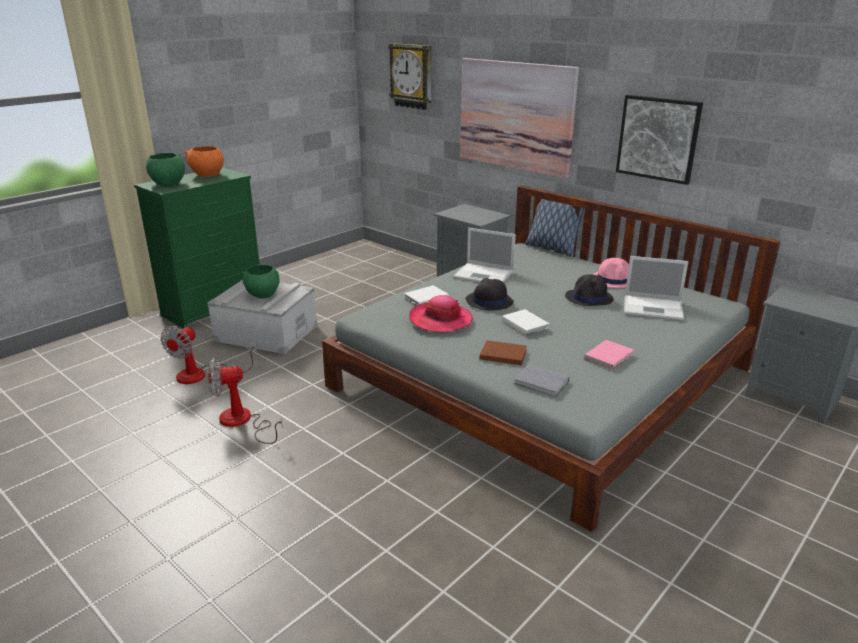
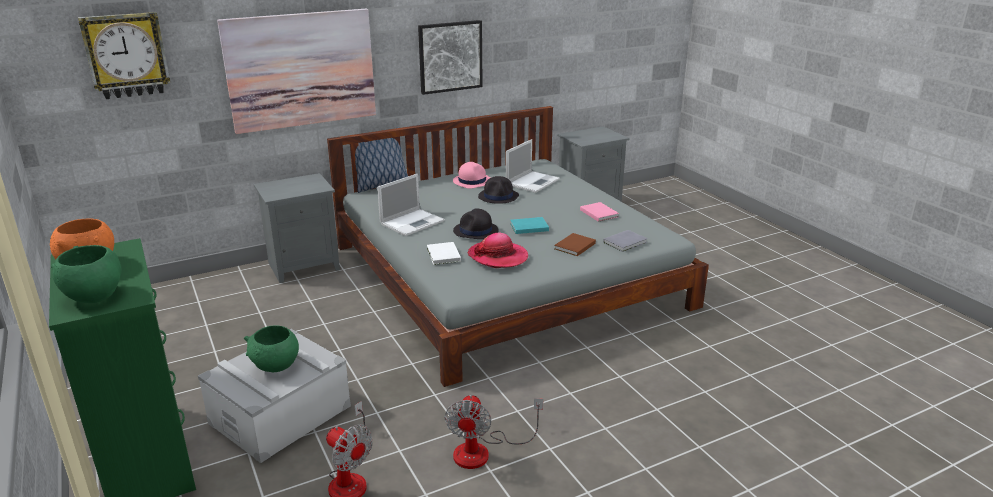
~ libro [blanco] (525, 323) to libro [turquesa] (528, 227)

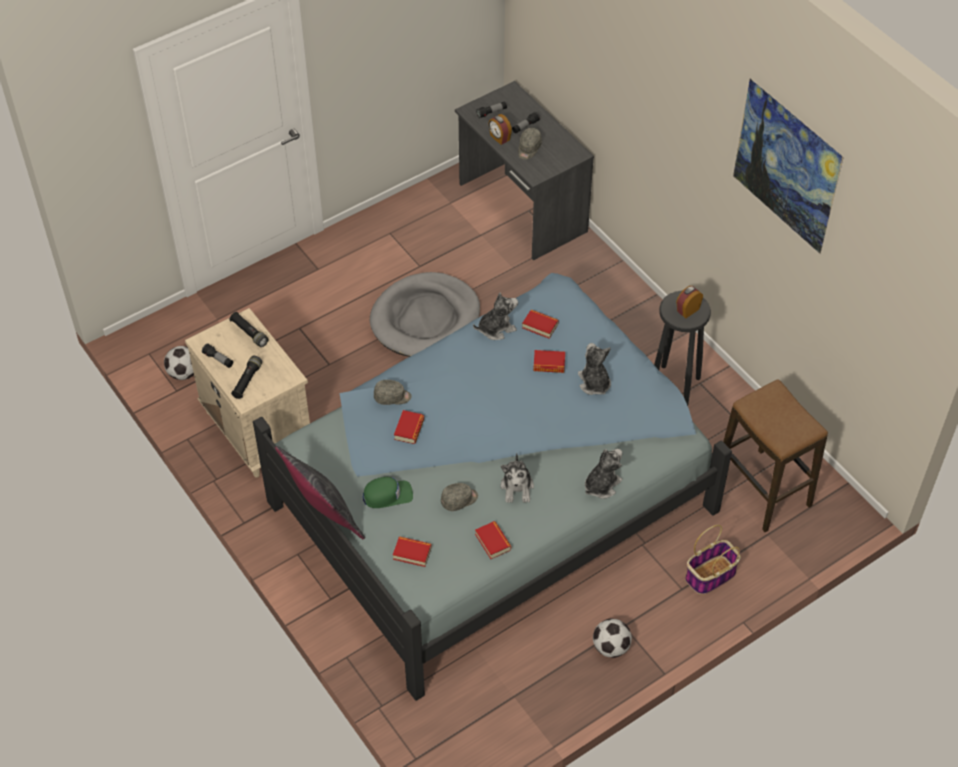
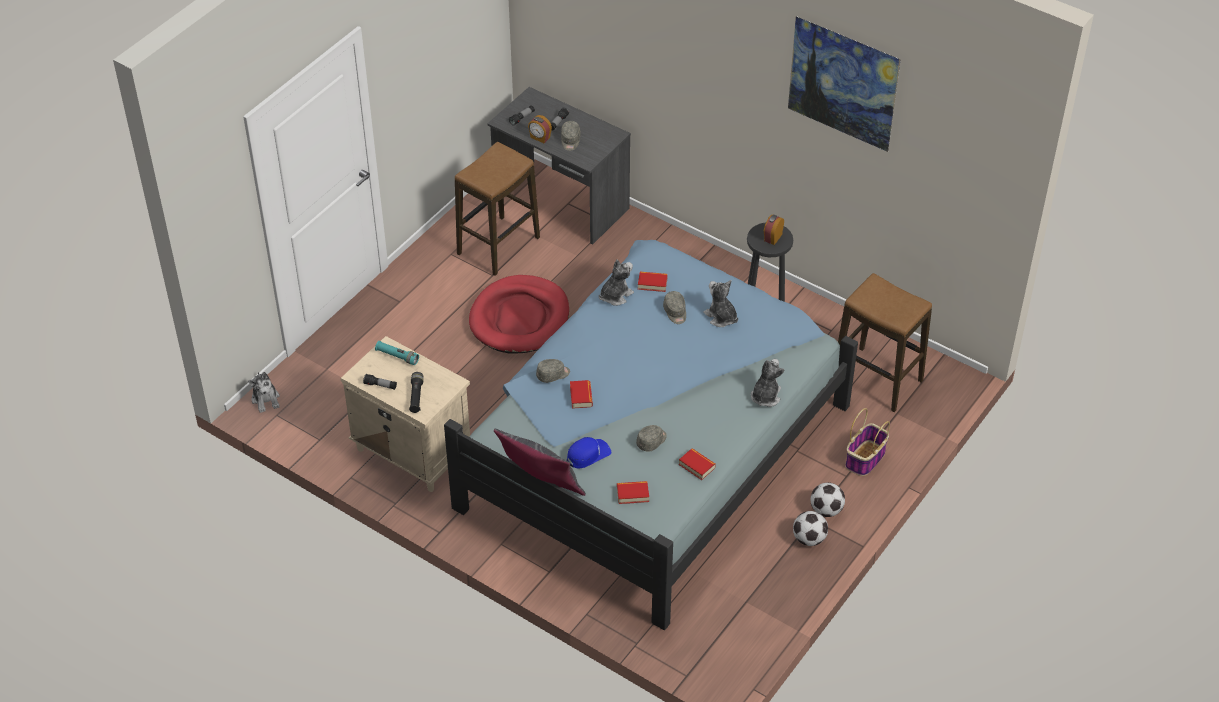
+ taburete (498, 246)
~ balón de fútbol (183, 373) to (826, 510)
~ peluche (517, 487) to (266, 399)
~ libro (549, 364) to gorra [gris] (675, 312)
~ linterna [negro] (249, 333) to linterna [turquesa] (397, 356)
~ gorra [verde] (388, 495) to gorra [azul] (588, 454)
~ cama para perro [gris] (425, 319) to cama para perro [rojo] (520, 318)

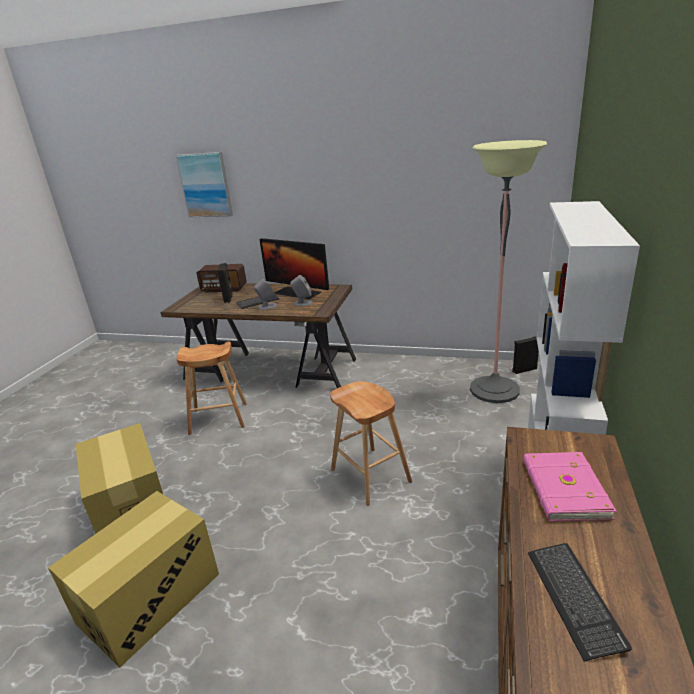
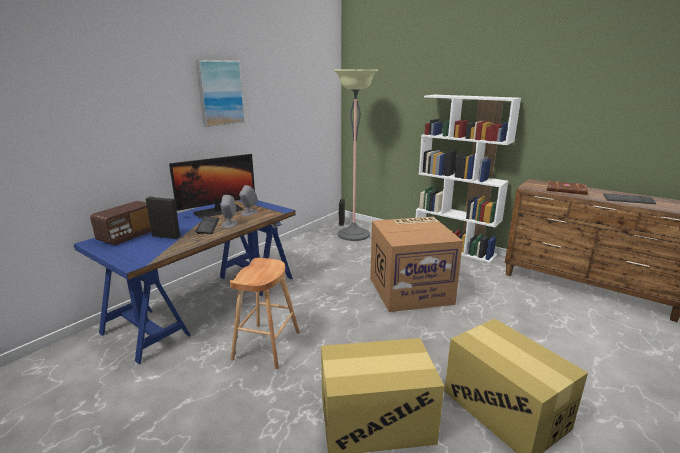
~ cuadro (205, 185) to (220, 93)
~ taburete [marrón] (370, 475) to caja de cartón (411, 290)
~ escritorio [marrón] (271, 368) to escritorio [azul] (206, 302)
~ libro [rosa] (563, 489) to libro [marrón] (566, 190)

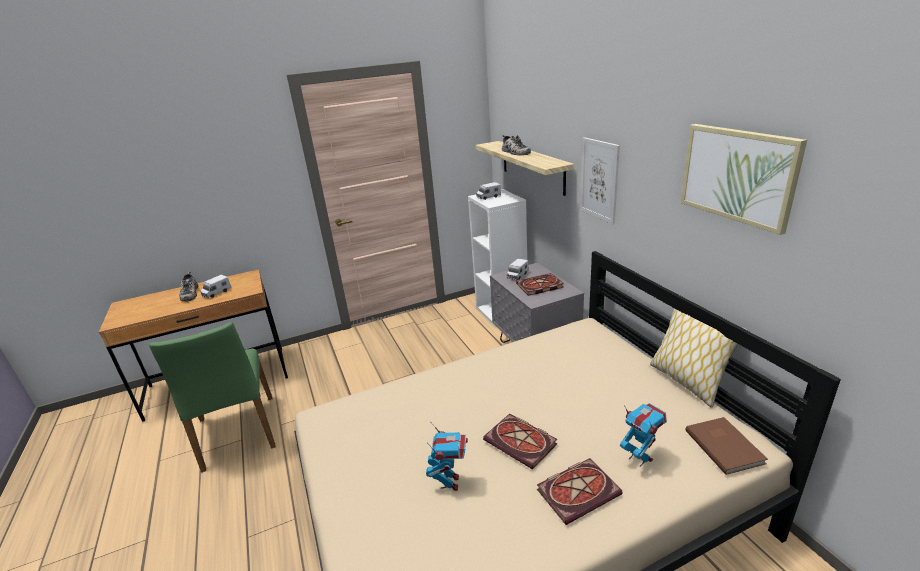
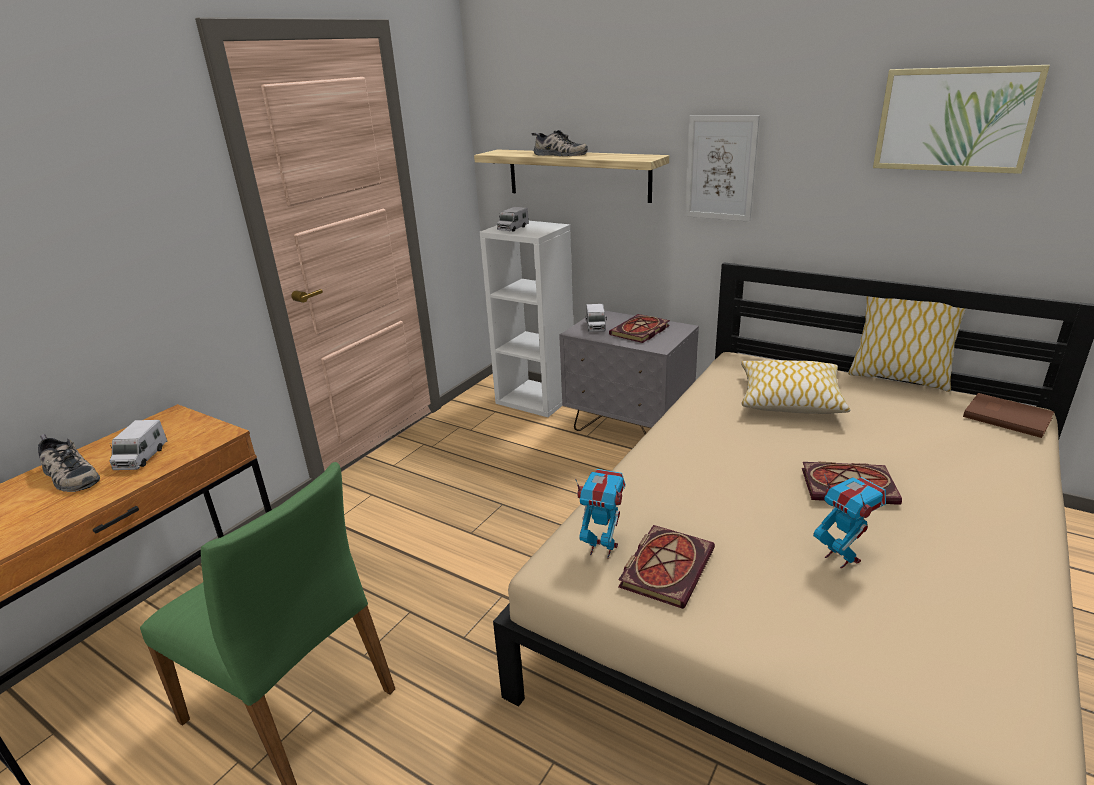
+ cojín (789, 399)
~ libro (579, 490) to (666, 566)
~ robot de juguete (639, 458) to (602, 548)

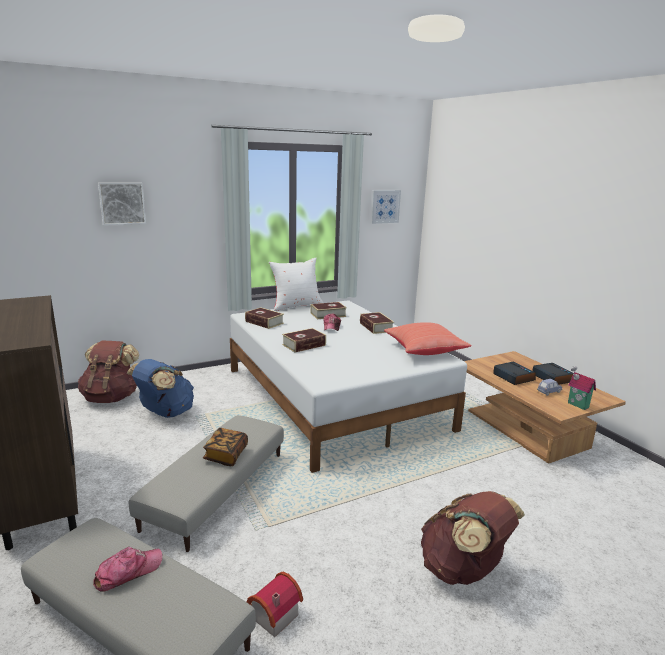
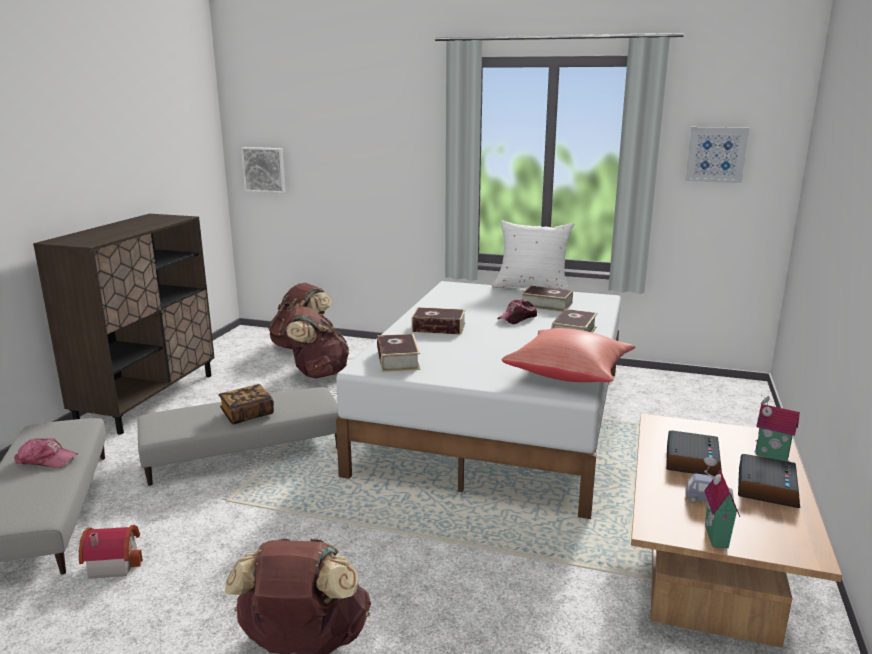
+ casita (771, 456)
~ cuadro (122, 203) to (264, 169)
~ libro (264, 322) to (398, 360)
~ mochila [azul] (165, 413) to mochila [marrón] (317, 373)

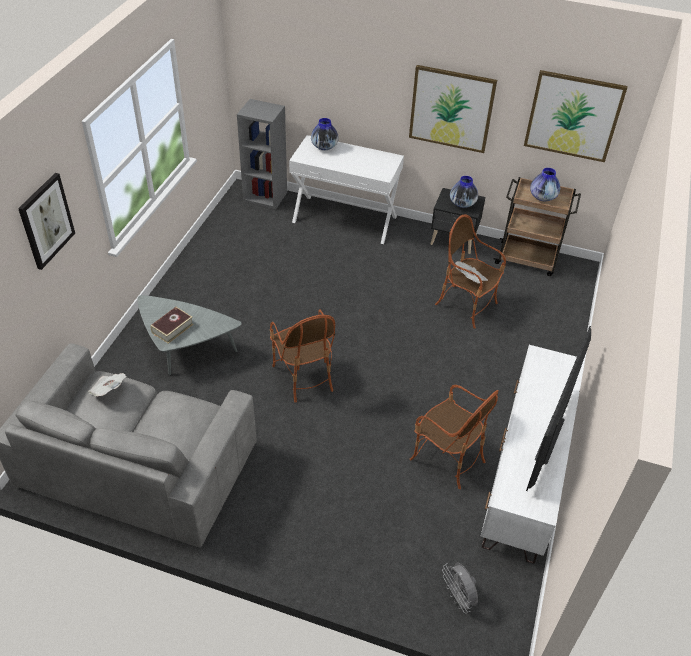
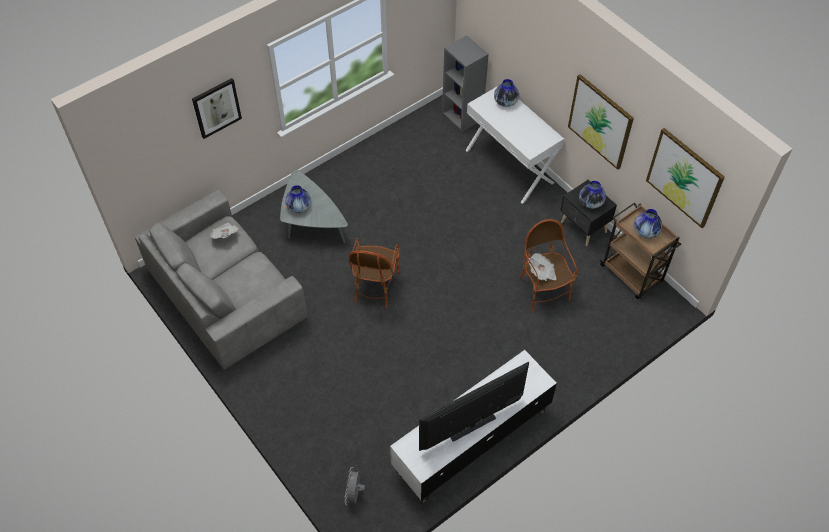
- sillón (447, 458)
~ libro (172, 328) to florero (299, 207)

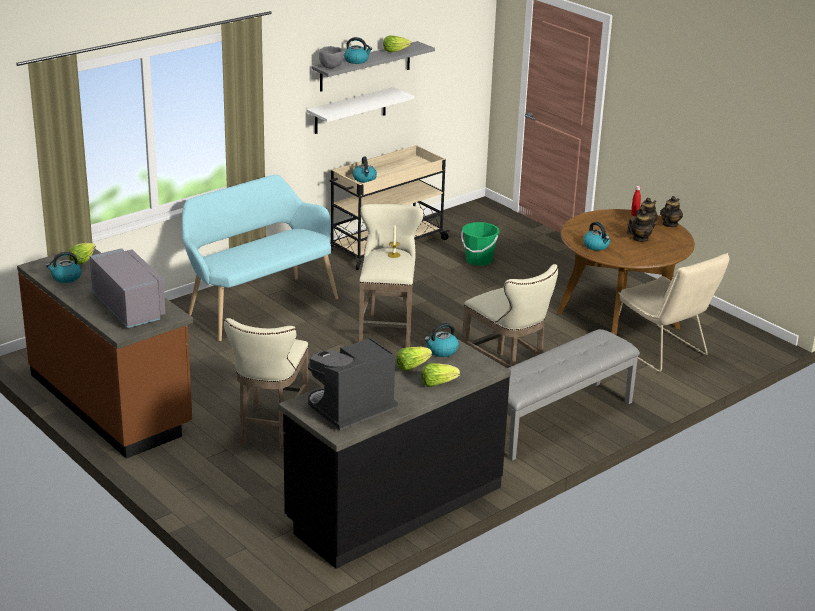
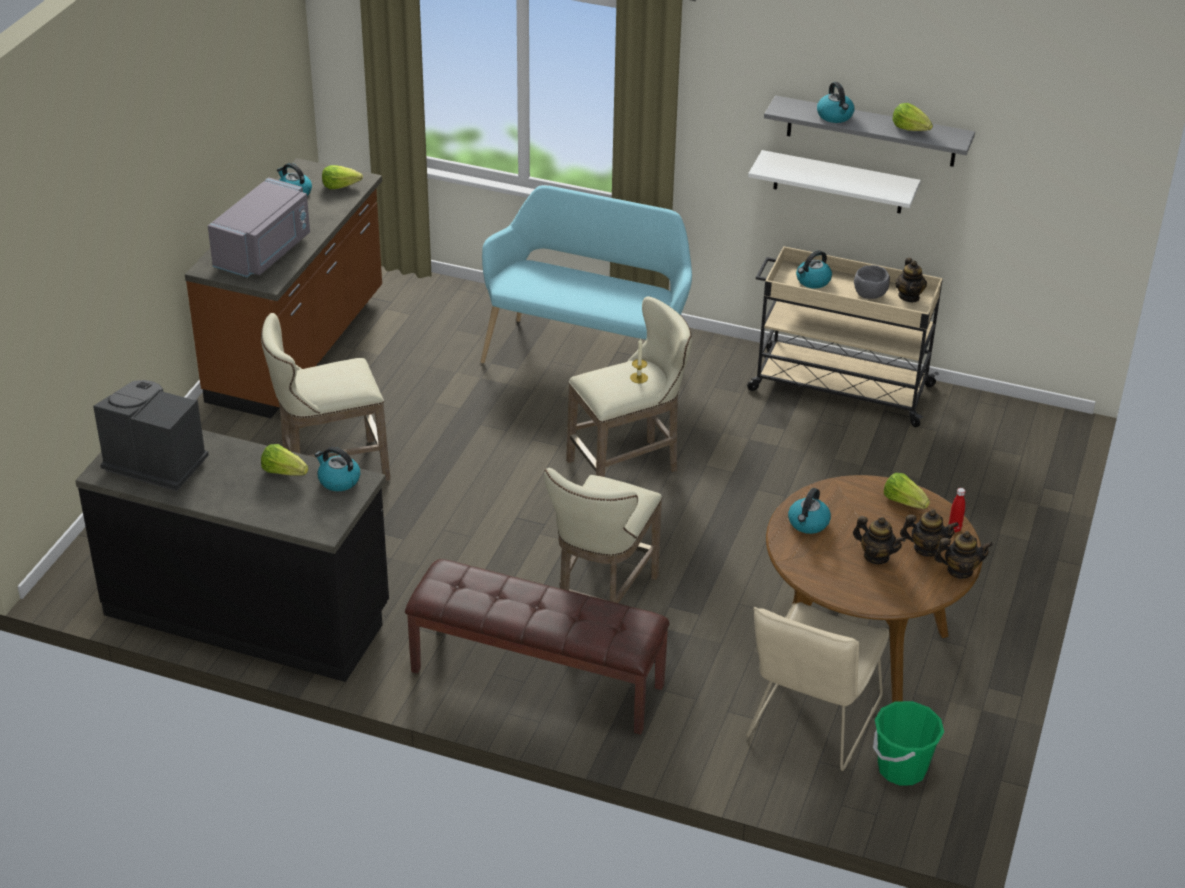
+ tetera (909, 296)
~ cuenco [gris] (331, 66) to (871, 294)
~ lechuga (437, 383) to (904, 501)
~ cubo [verde] (478, 260) to (901, 768)
~ banco [gris] (556, 420) to banco [marrón] (536, 679)

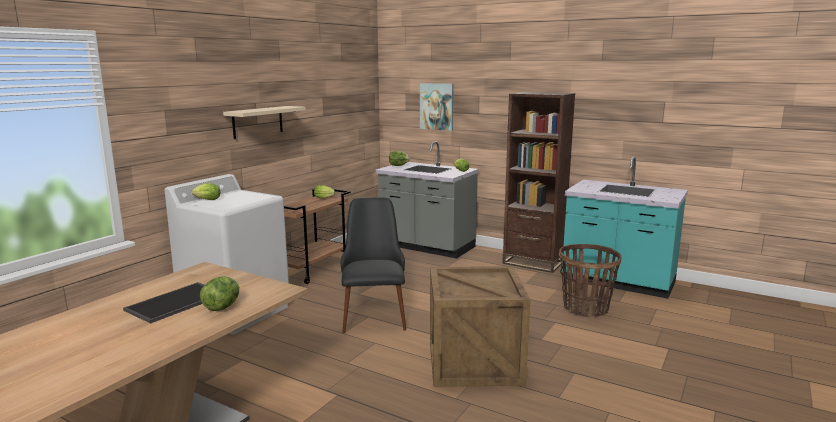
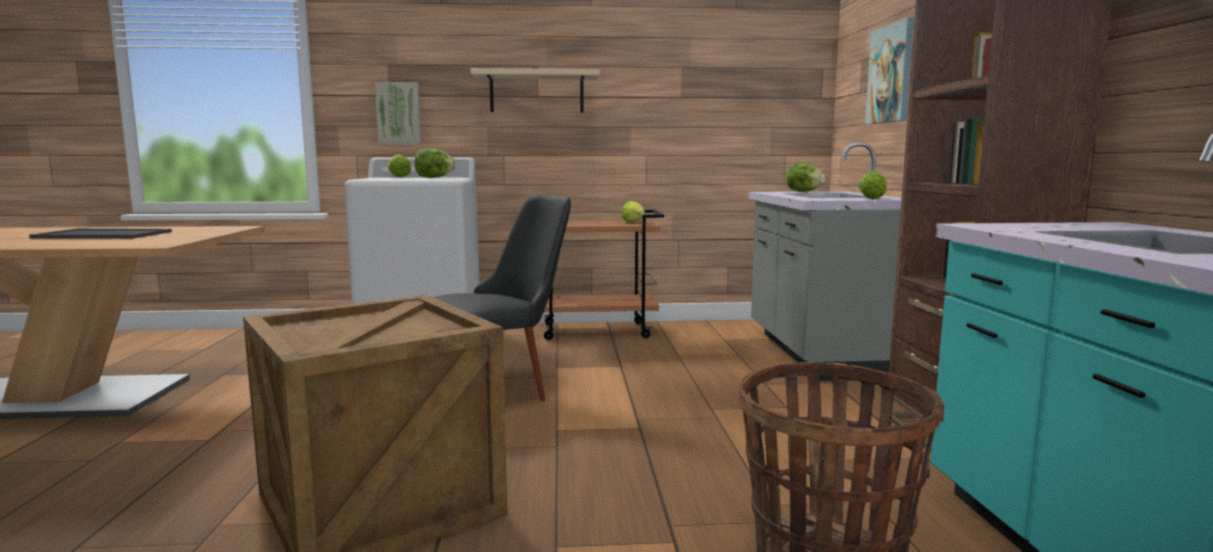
+ cuadro (399, 114)
~ lechuga (222, 307) to (434, 178)

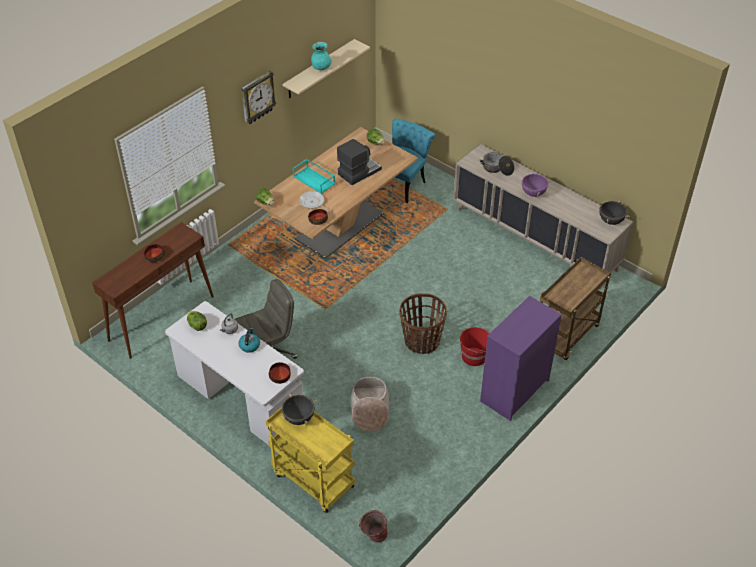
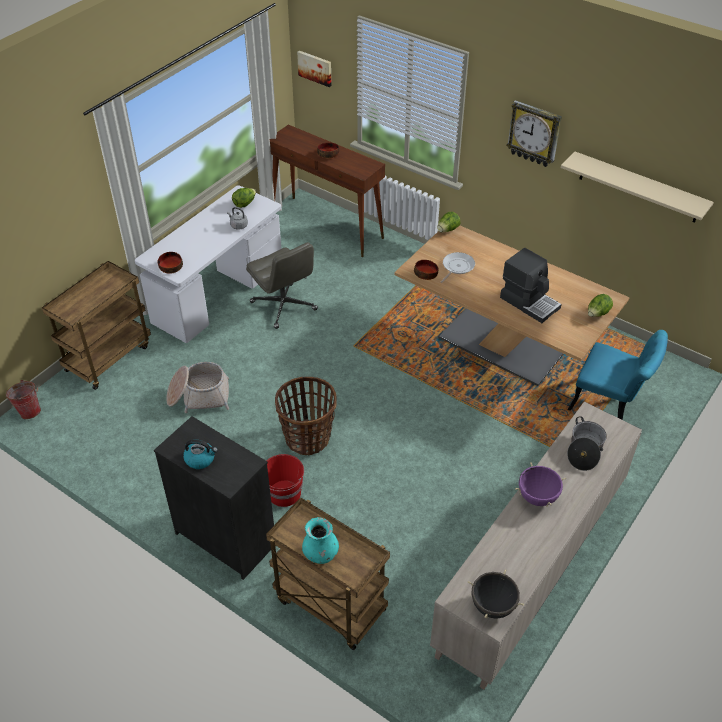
- olla [negro] (299, 418)
- bandeja [turquesa] (314, 180)
+ cuadro (315, 68)
~ hervidor (249, 345) to (200, 459)
~ florero [turquesa] (321, 67) to (321, 553)
~ carrito [amarillo] (312, 480) to carrito [marrón] (108, 357)
~ cómoda [morado] (514, 390) to cómoda [negro] (226, 538)

